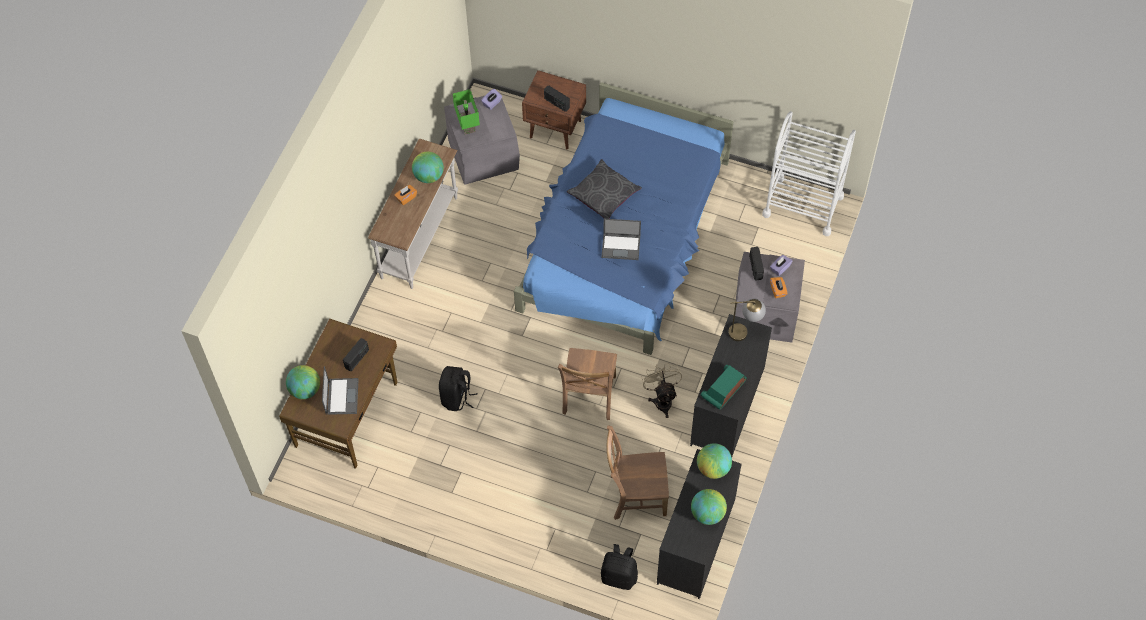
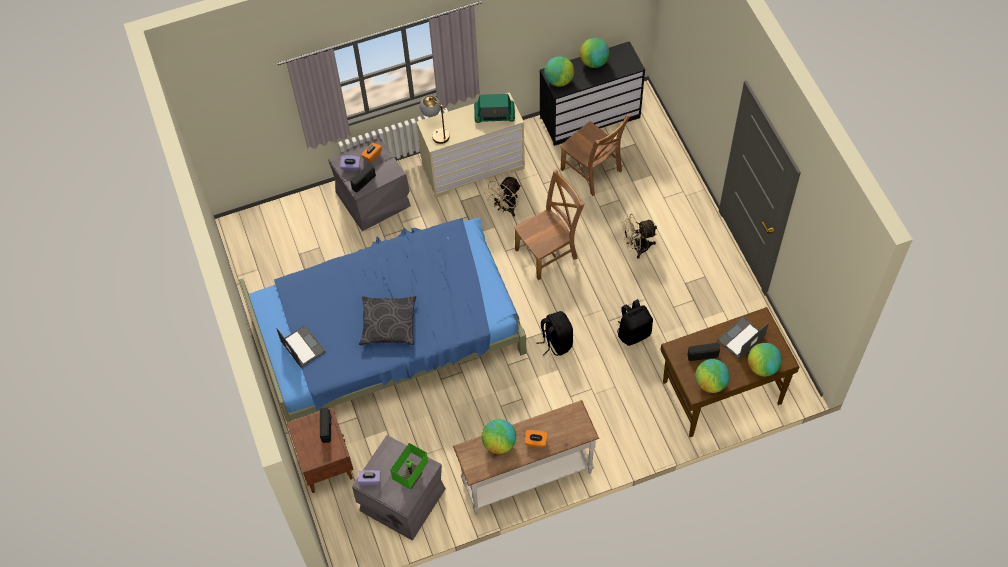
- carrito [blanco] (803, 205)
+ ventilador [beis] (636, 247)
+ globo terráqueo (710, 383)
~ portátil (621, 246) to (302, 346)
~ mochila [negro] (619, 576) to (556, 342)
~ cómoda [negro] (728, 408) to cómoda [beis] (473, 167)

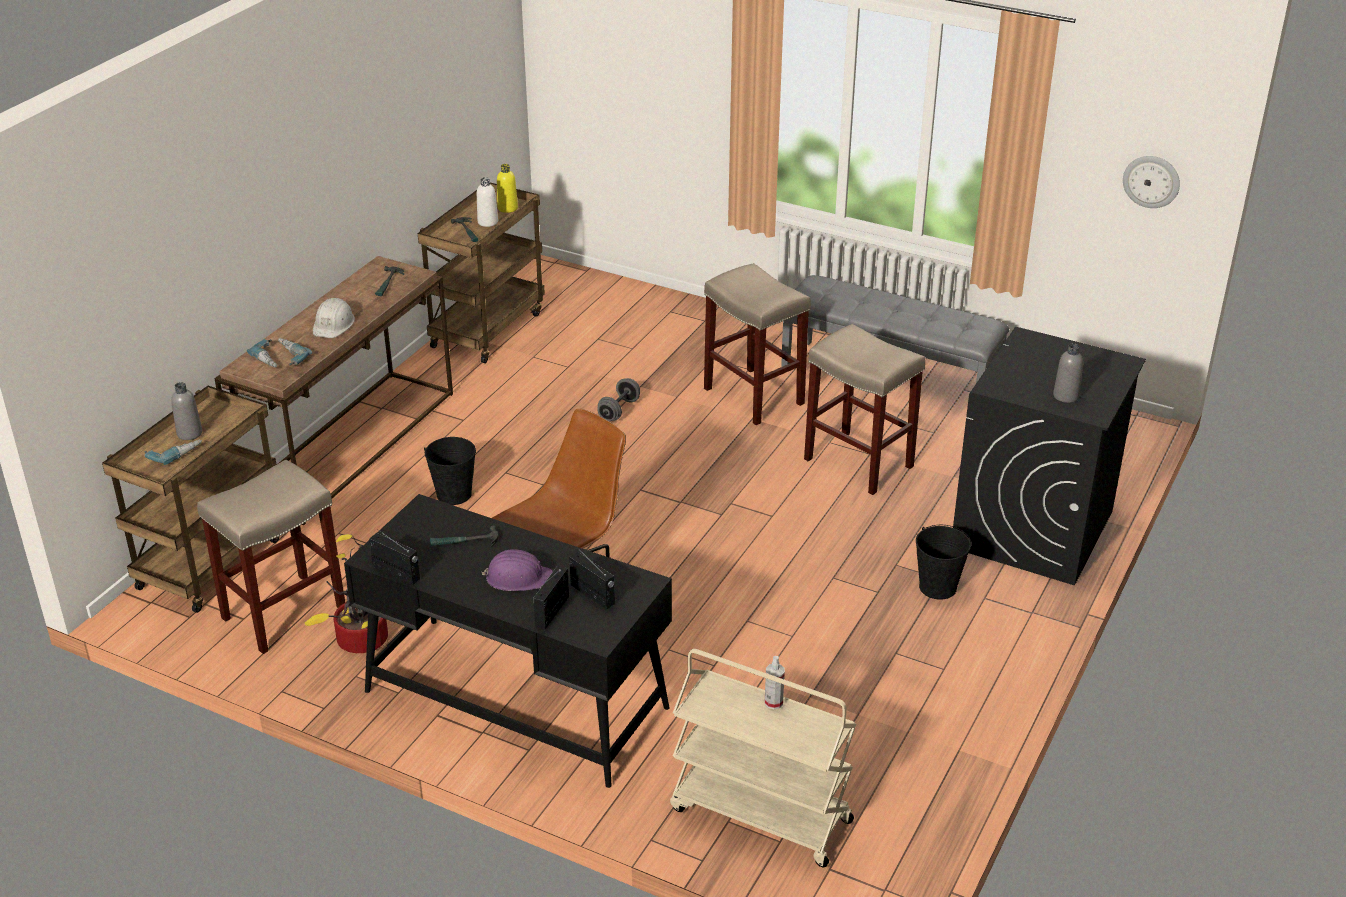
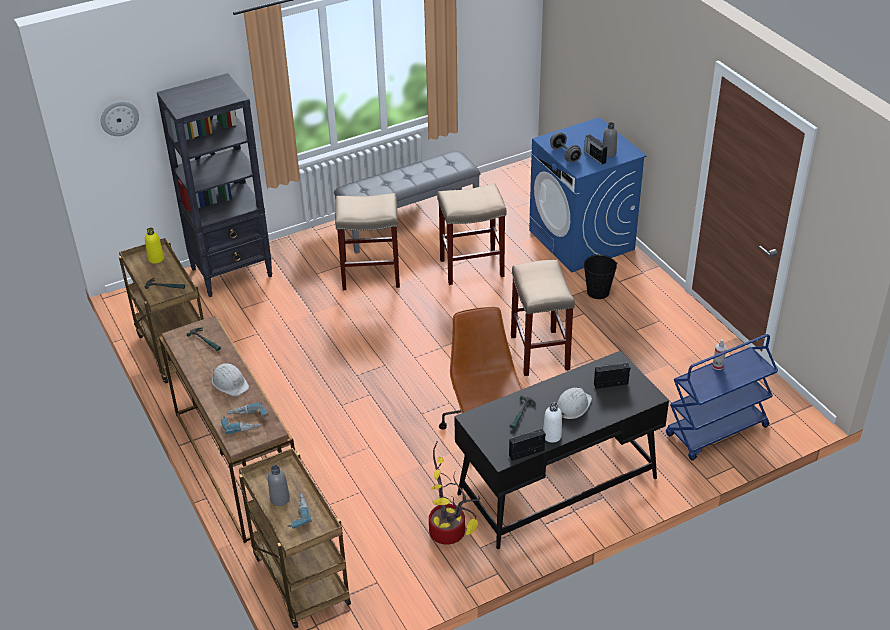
- cubo [negro] (454, 494)
+ estantería [negro] (232, 272)
~ taburete [beis] (283, 614) to (540, 353)
~ botella [blanco] (488, 222) to (552, 436)
~ radio (553, 610) to (594, 157)
~ mancuerna [gris] (619, 410) to (565, 155)
~ reloj de pared (1151, 181) to (119, 118)
~ casco [morado] (518, 577) to casco [blanco] (572, 406)
~ carrito [beis] (759, 815) to carrito [azul] (716, 432)
~ lavadora [negro] (1032, 530) to lavadora [azul] (582, 240)

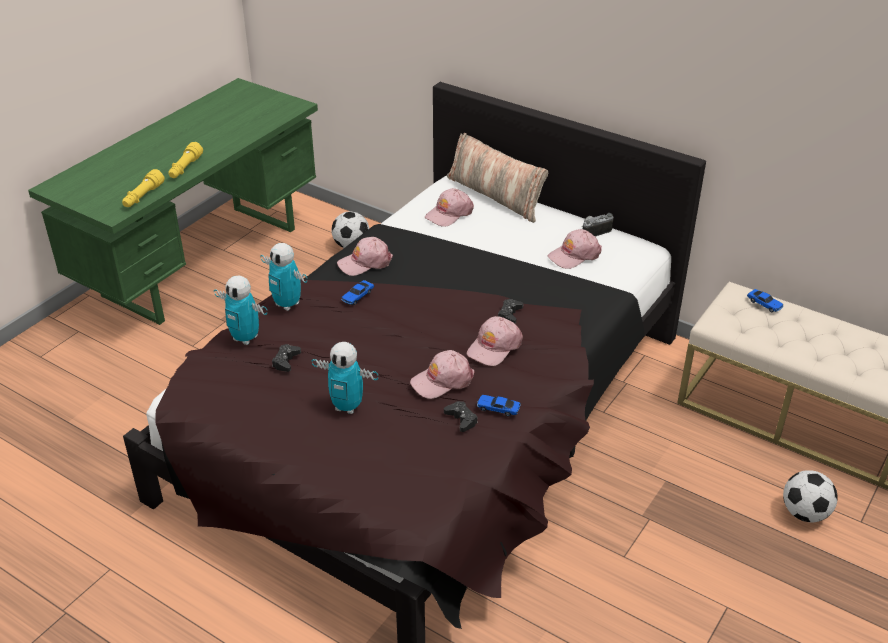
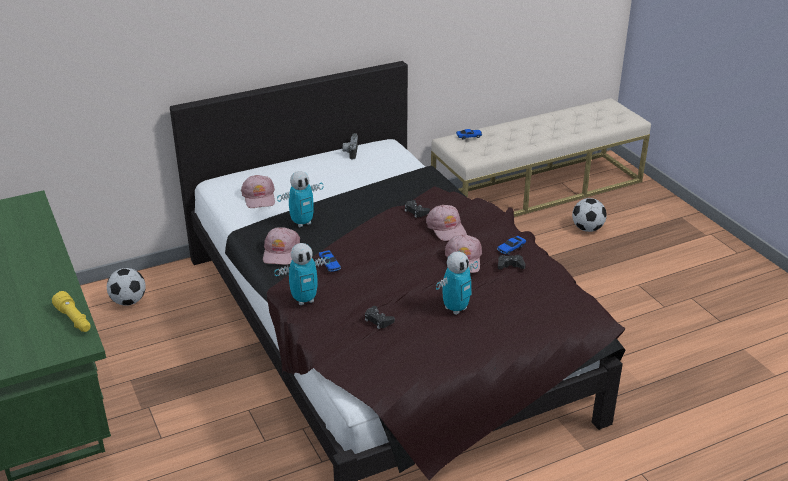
- linterna [amarillo] (185, 168)
- cojín (495, 196)
- gorra [rosa] (574, 255)
~ robot de juguete (245, 338) to (302, 223)

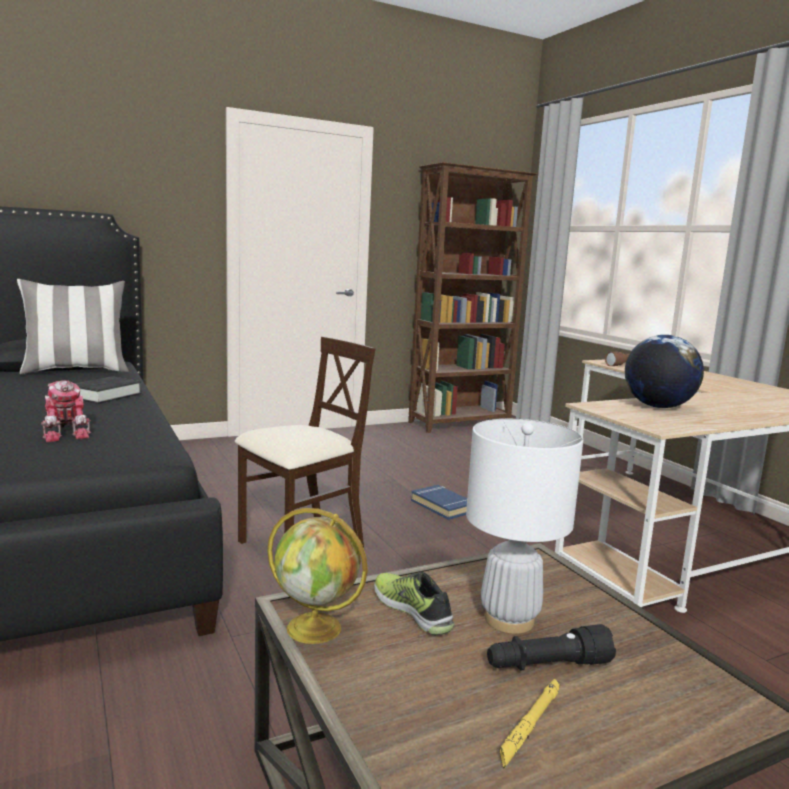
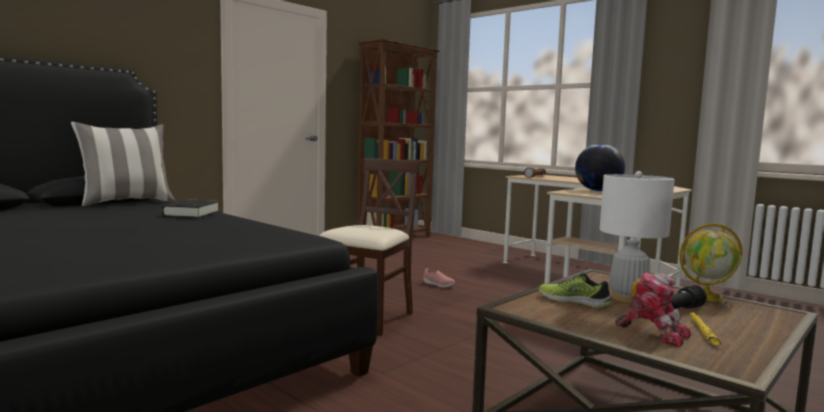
~ robot de juguete (67, 433) to (653, 333)
~ globo terráqueo (316, 628) to (707, 296)
~ libro [azul] (443, 506) to zapato [rosa] (438, 285)

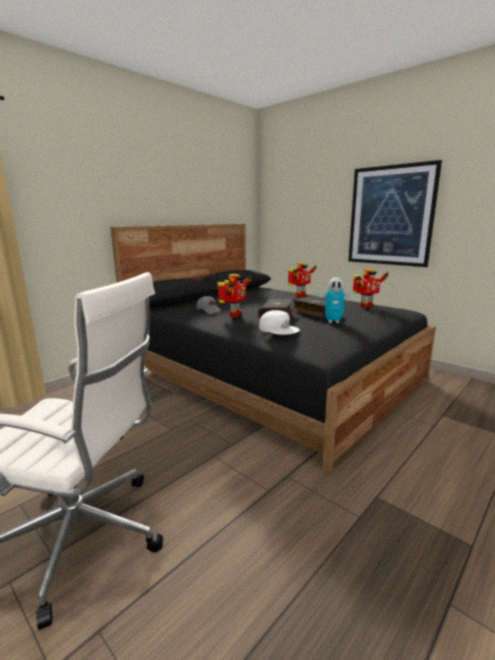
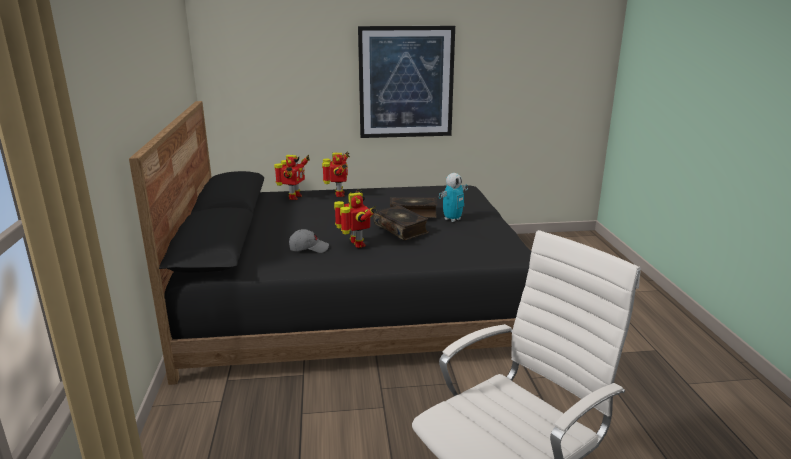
- gorra [blanco] (279, 329)
~ robot de juguete (365, 306) to (293, 197)

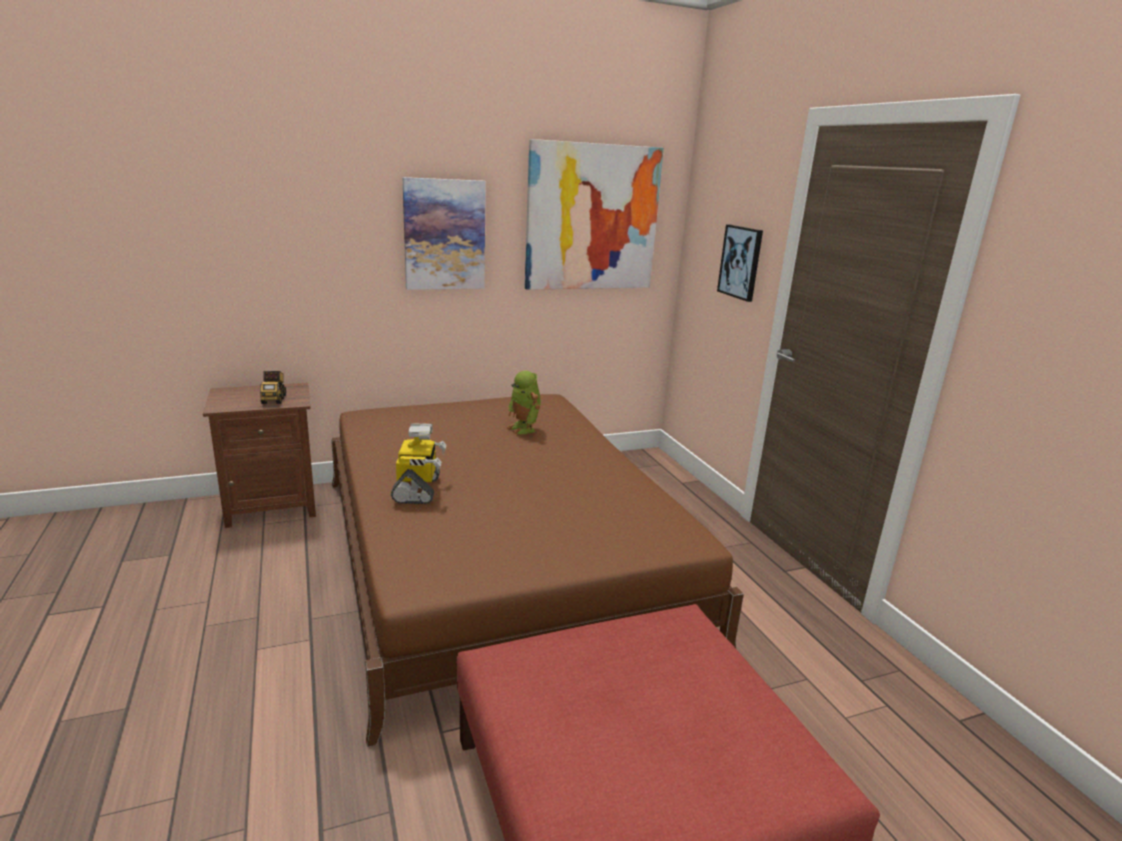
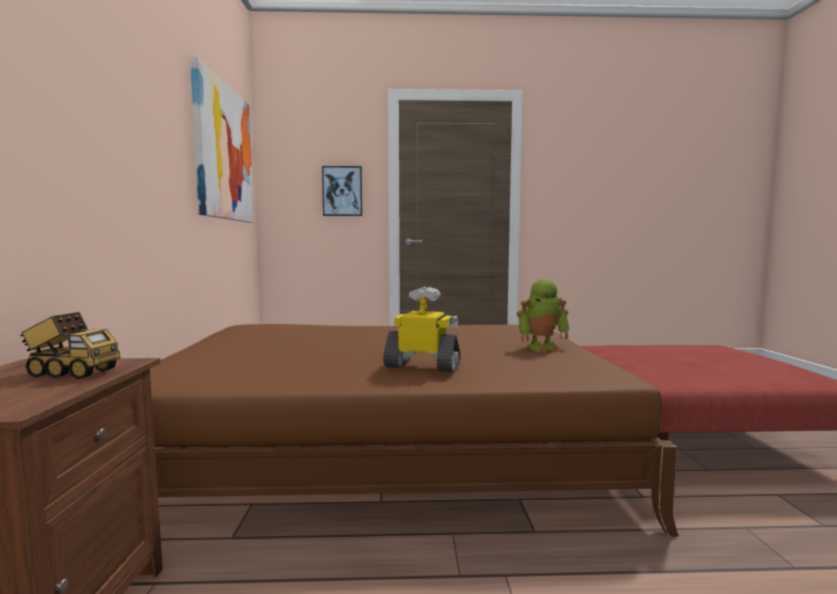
- cuadro (444, 235)
~ robot de juguete (524, 428) to (542, 347)

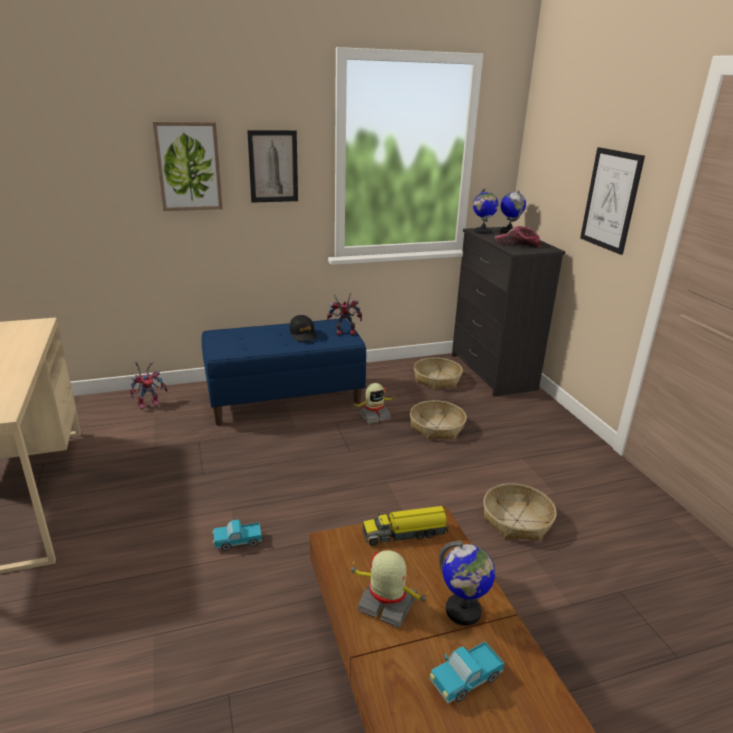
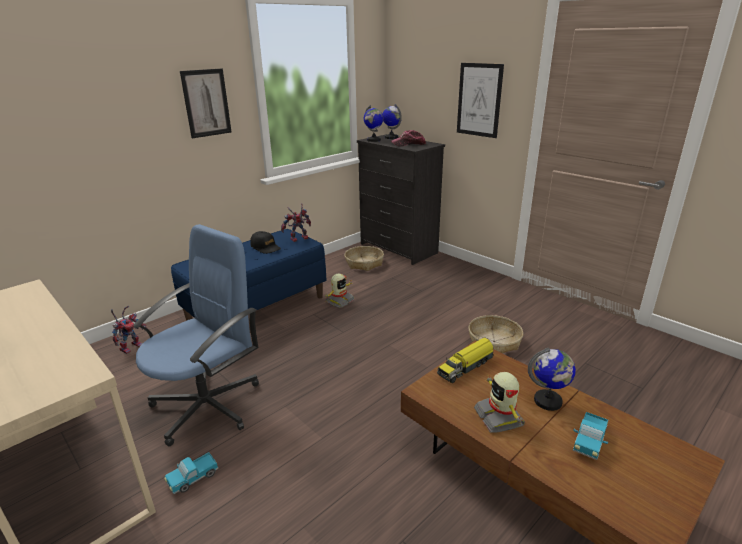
- cuadro (189, 166)
- cesta (436, 427)
+ silla de oficina [azul] (208, 405)
~ camión de juguete (237, 542) to (193, 479)
~ robot de juguete (387, 605) = (499, 417) 105 degrees counterclockwise

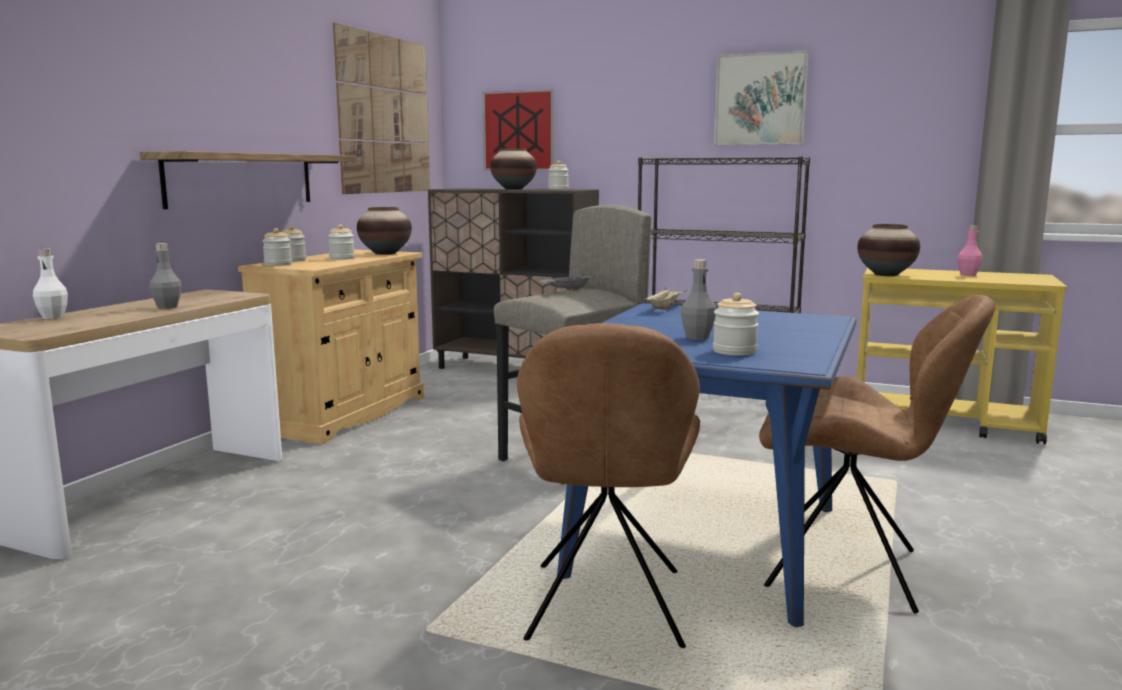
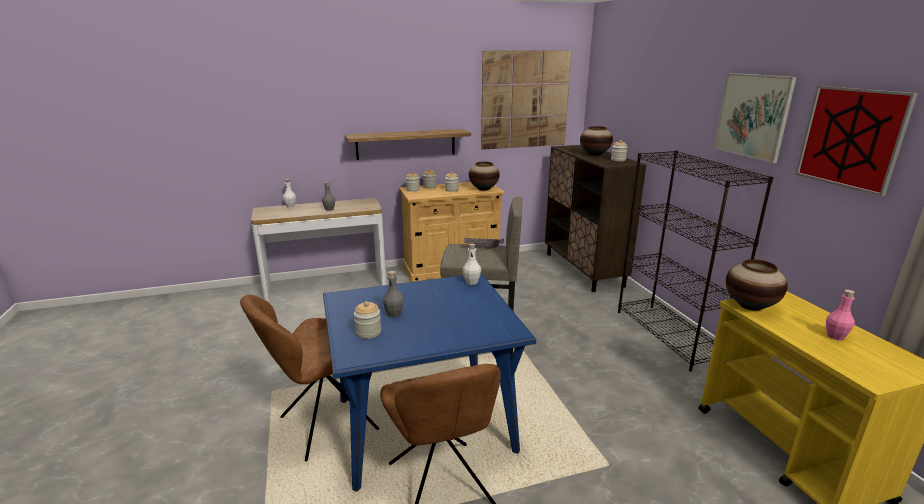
~ cuadro (518, 131) to (851, 138)
~ bandeja [beis] (665, 308) to botella [blanco] (471, 282)

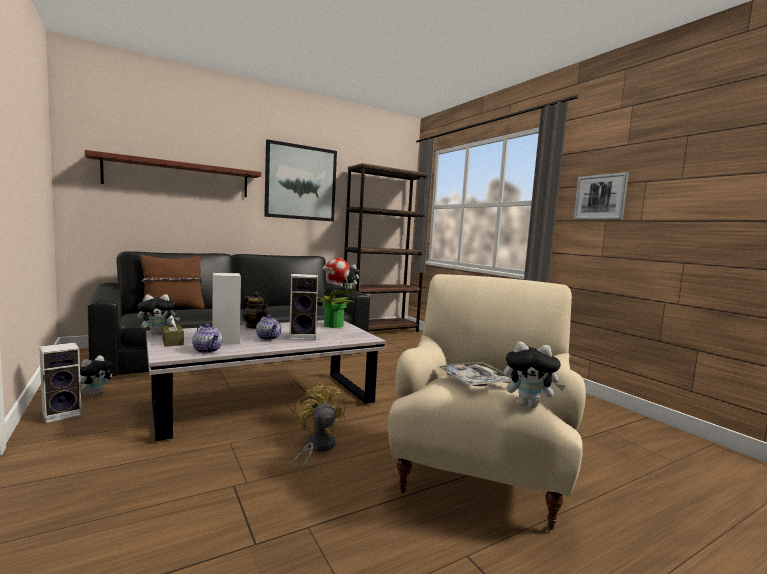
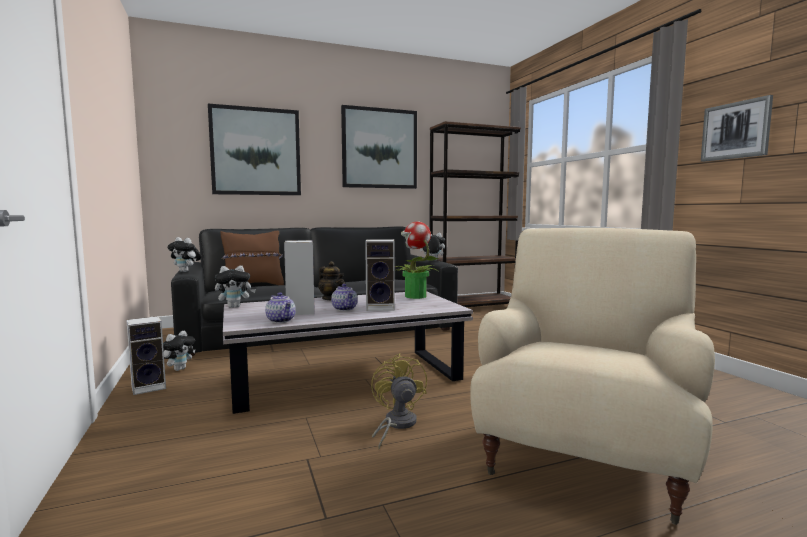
- caja de pañuelos [marrón] (172, 341)
- bandeja (475, 381)
~ peluche (529, 405) to (186, 271)
~ estante (179, 177) to cuadro (256, 151)

